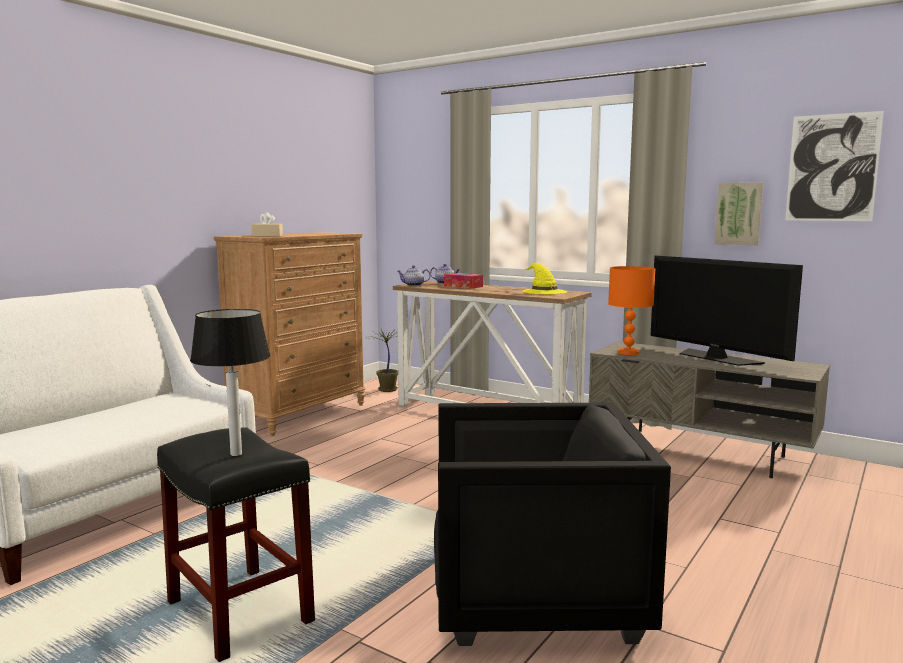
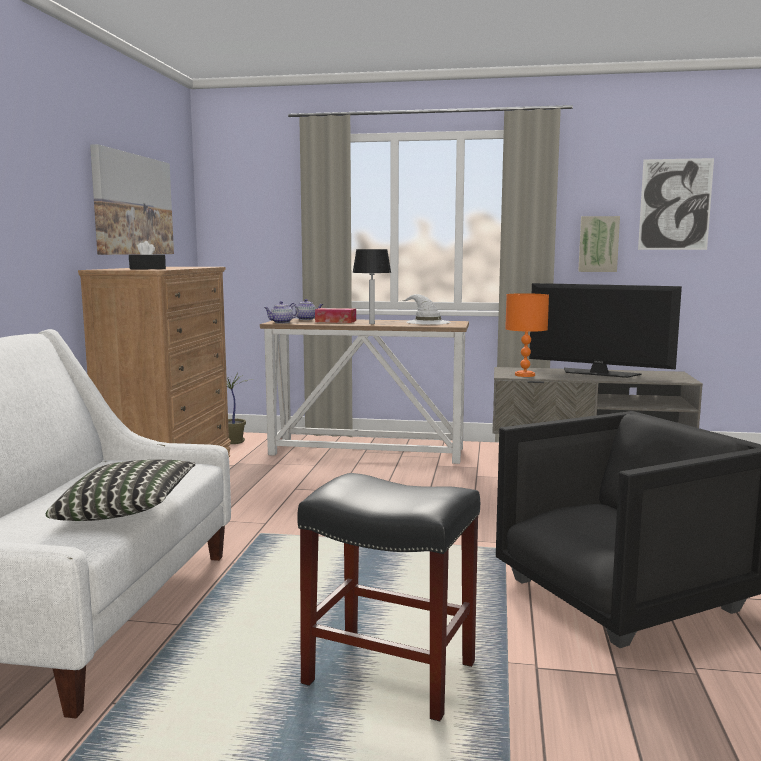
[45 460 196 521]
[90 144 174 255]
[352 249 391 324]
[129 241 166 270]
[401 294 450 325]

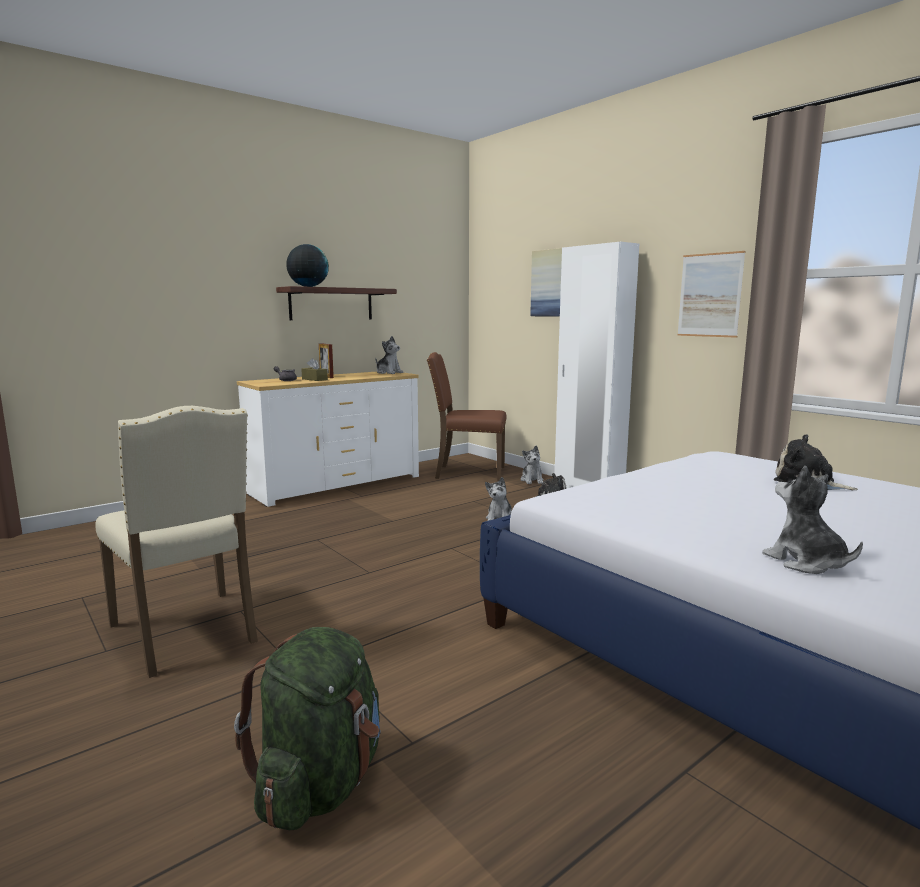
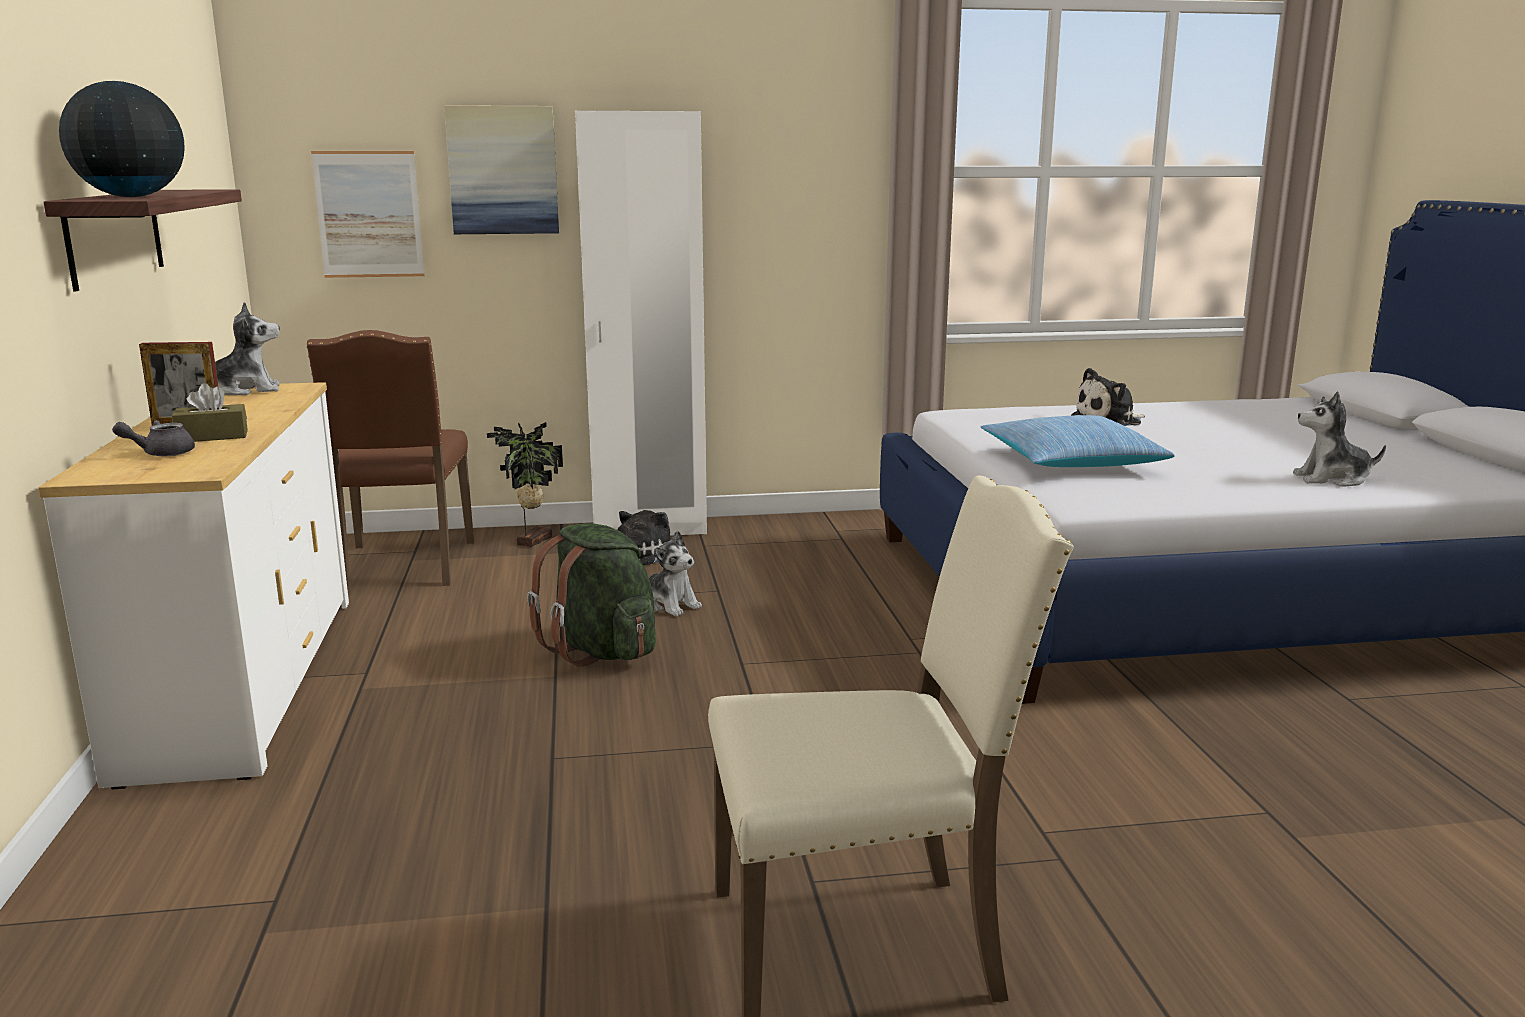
[980 415 1175 467]
[527 523 656 667]
[311 151 424 278]
[487 422 563 547]
[307 330 474 590]

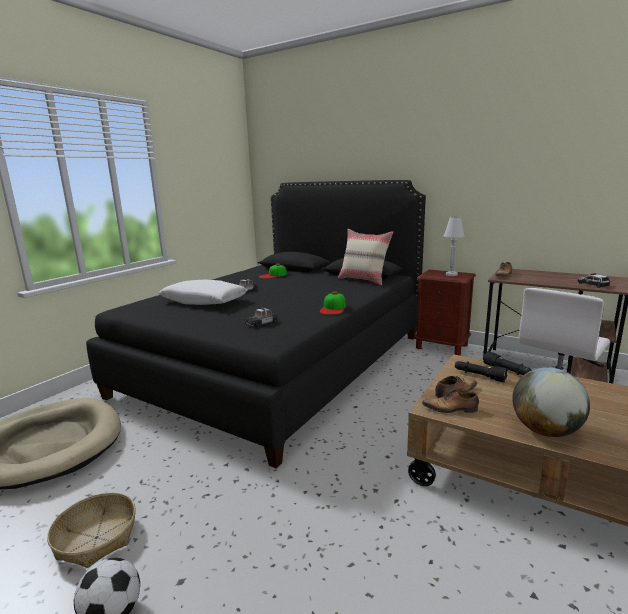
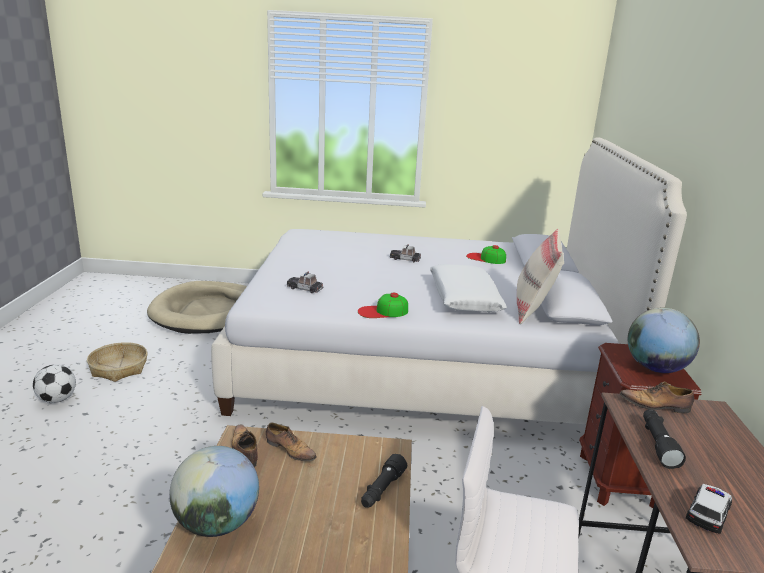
[430 264 507 312]
[643 409 686 469]
[628 308 700 373]
[211 137 687 424]

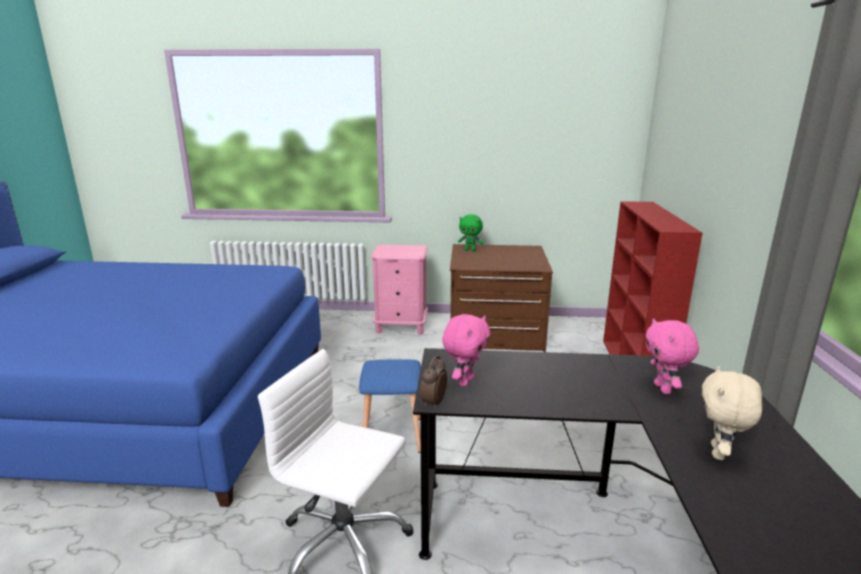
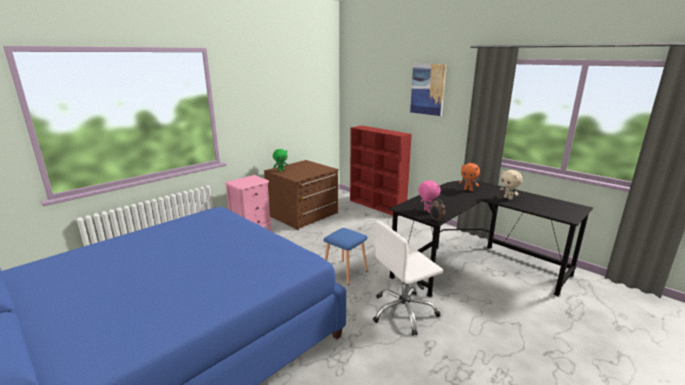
[410 64 446 116]
[459 163 480 191]

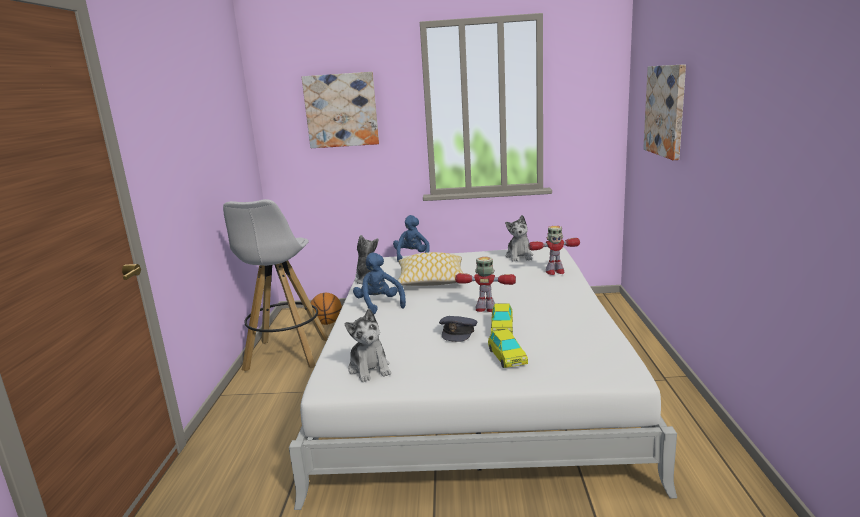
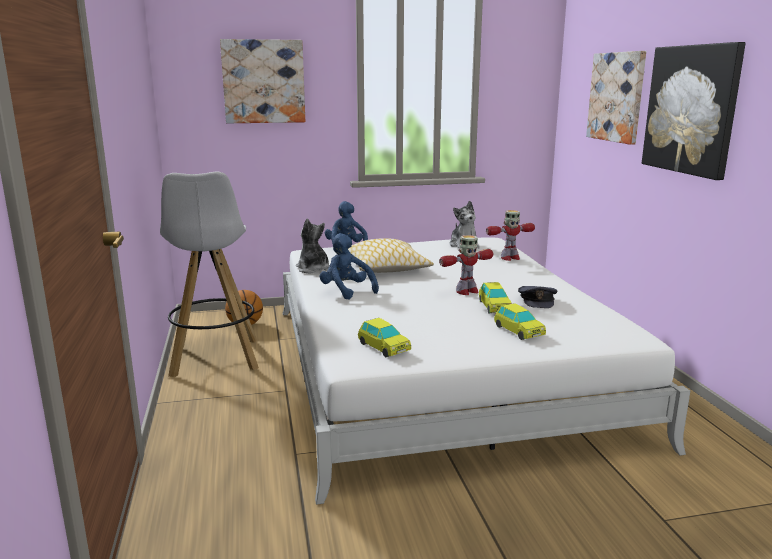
[642 42 746 180]
[518 286 557 308]
[358 318 411 357]
[439 235 493 295]

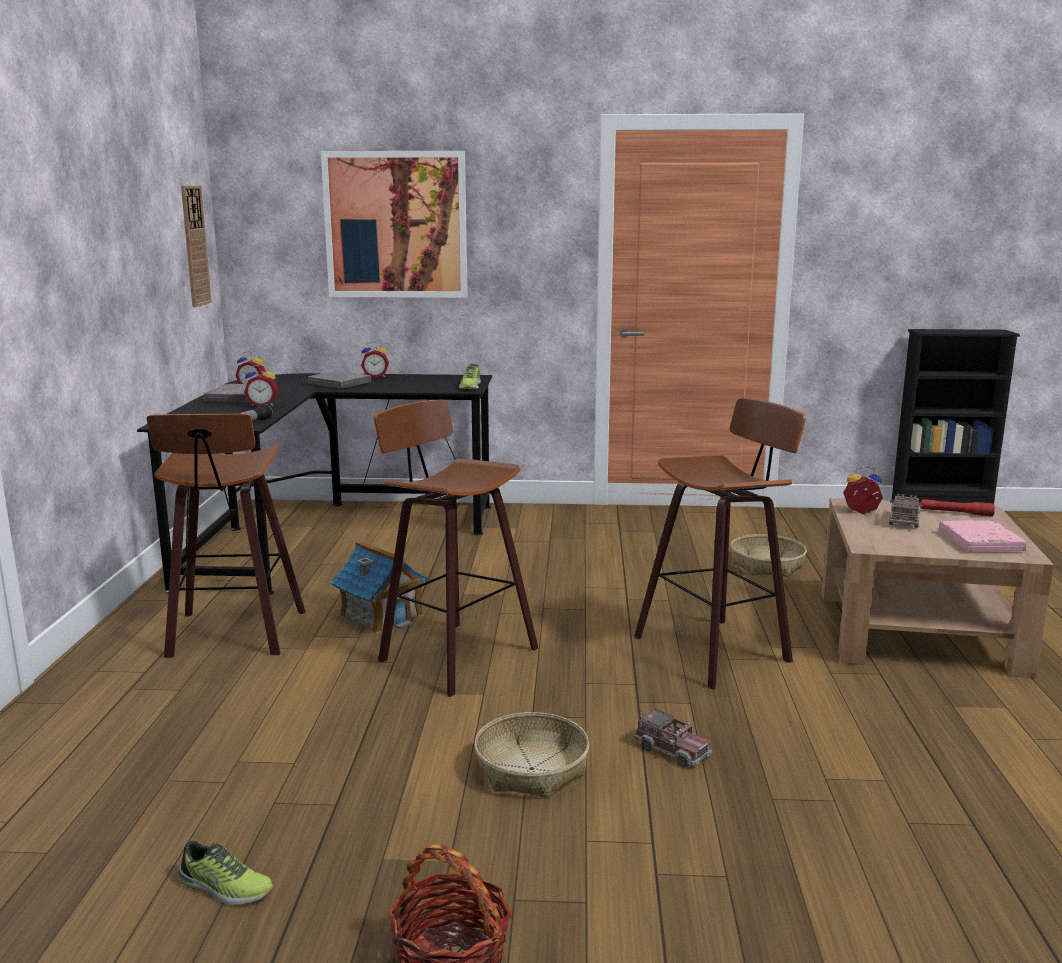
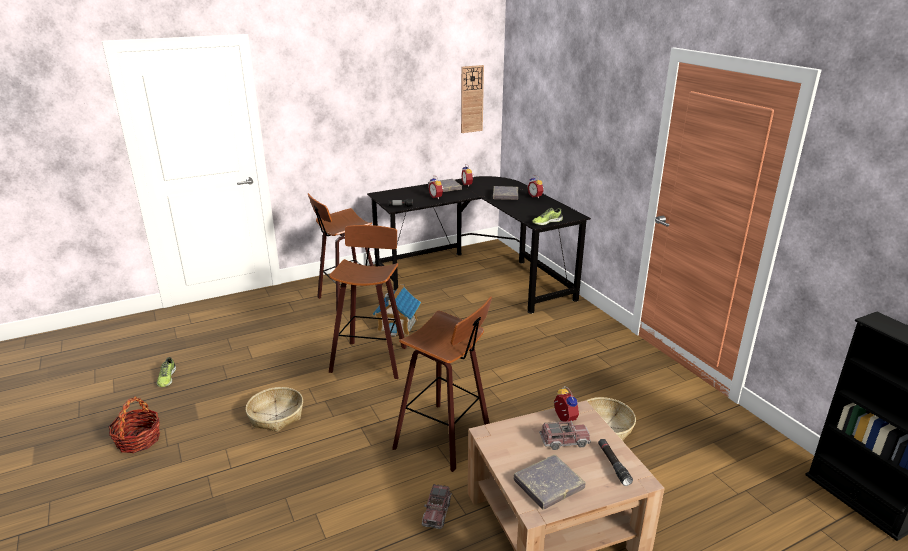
[321 151 468 298] (first image)
[422 484 452 529]
[598 439 633 486]
[513 454 586 509]

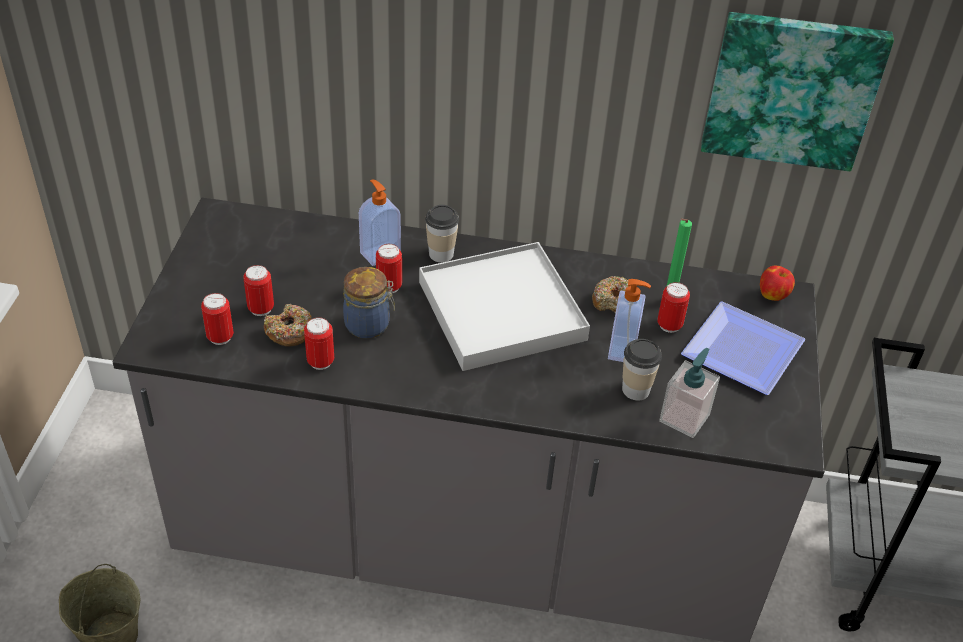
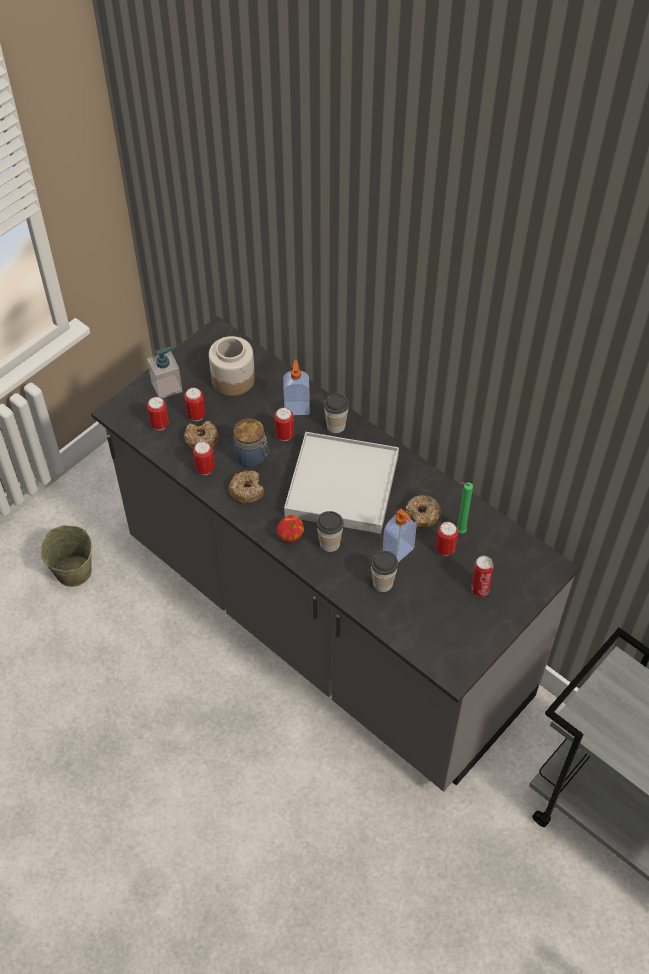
[701 12 894 171] (first image)
[209 336 255 396]
[229 471 264 504]
[316 511 344 552]
[147 346 182 398]
[277 515 304 543]
[471 556 494 597]

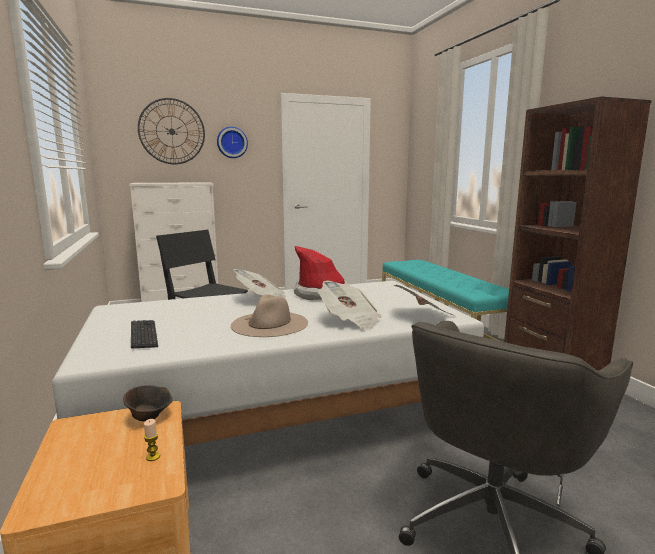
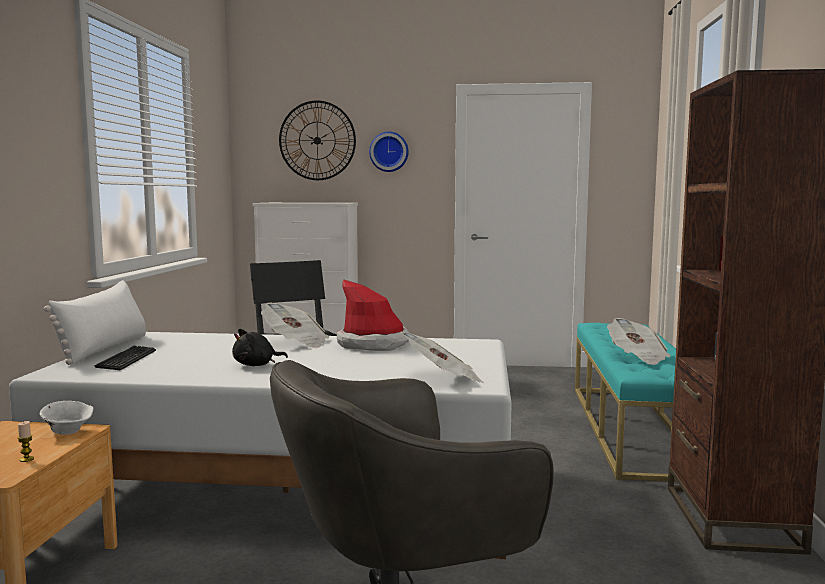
[44 280 146 365]
[607 318 671 365]
[232 329 288 366]
[40 401 94 435]

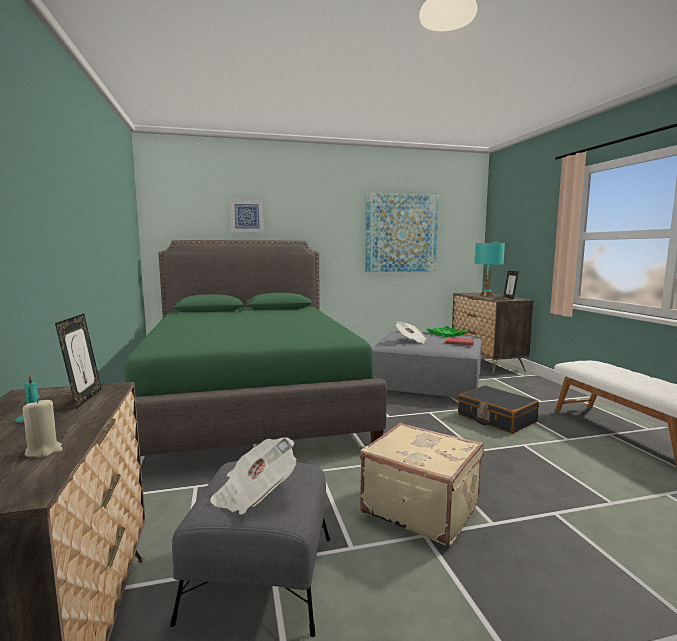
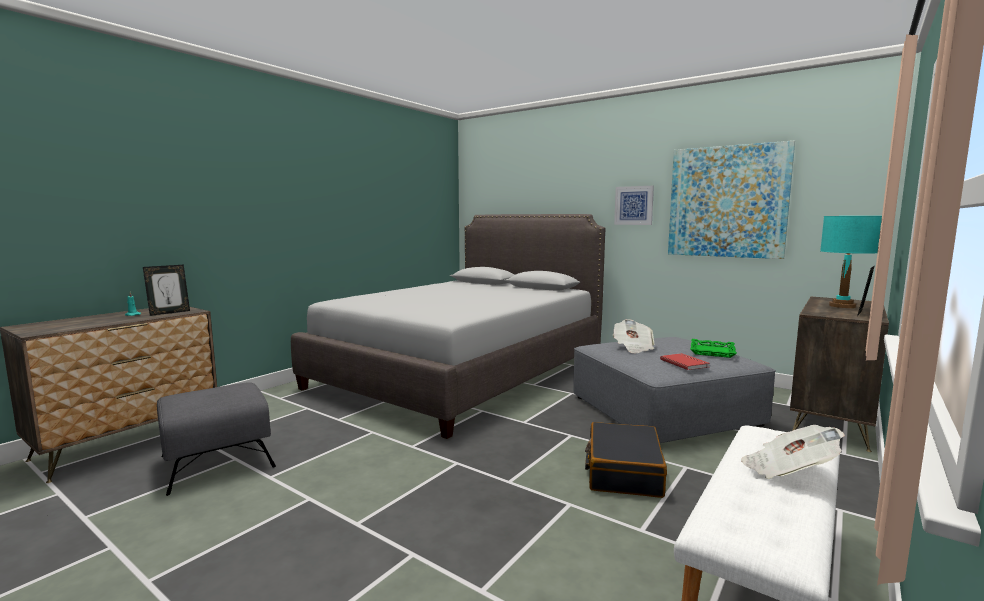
[23 398 63 458] (first image)
[360 423 484 547] (first image)
[741 425 845 479]
[614 186 654 225]
[291 214 605 439]

